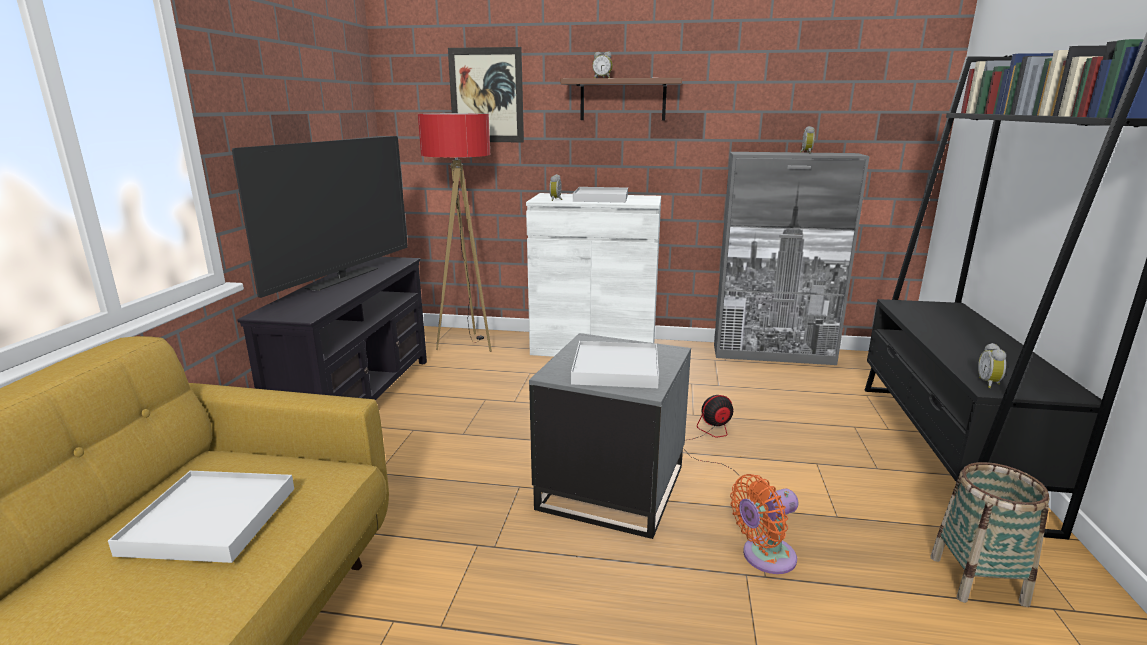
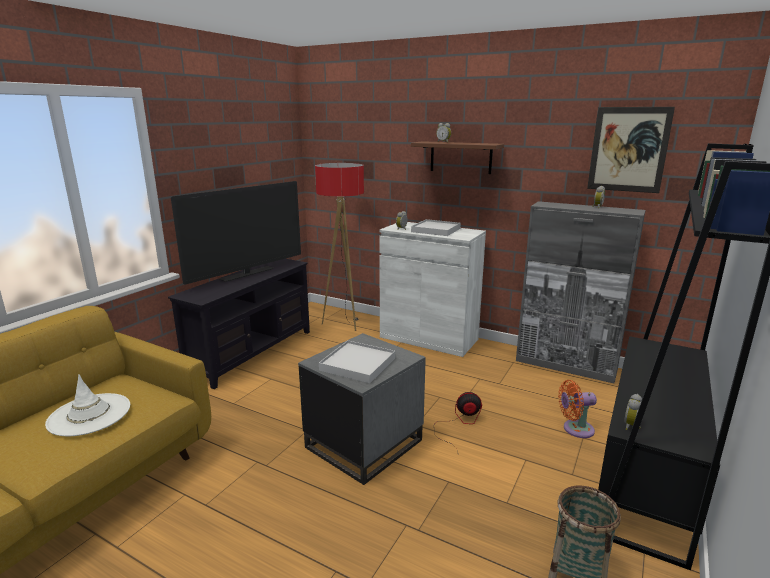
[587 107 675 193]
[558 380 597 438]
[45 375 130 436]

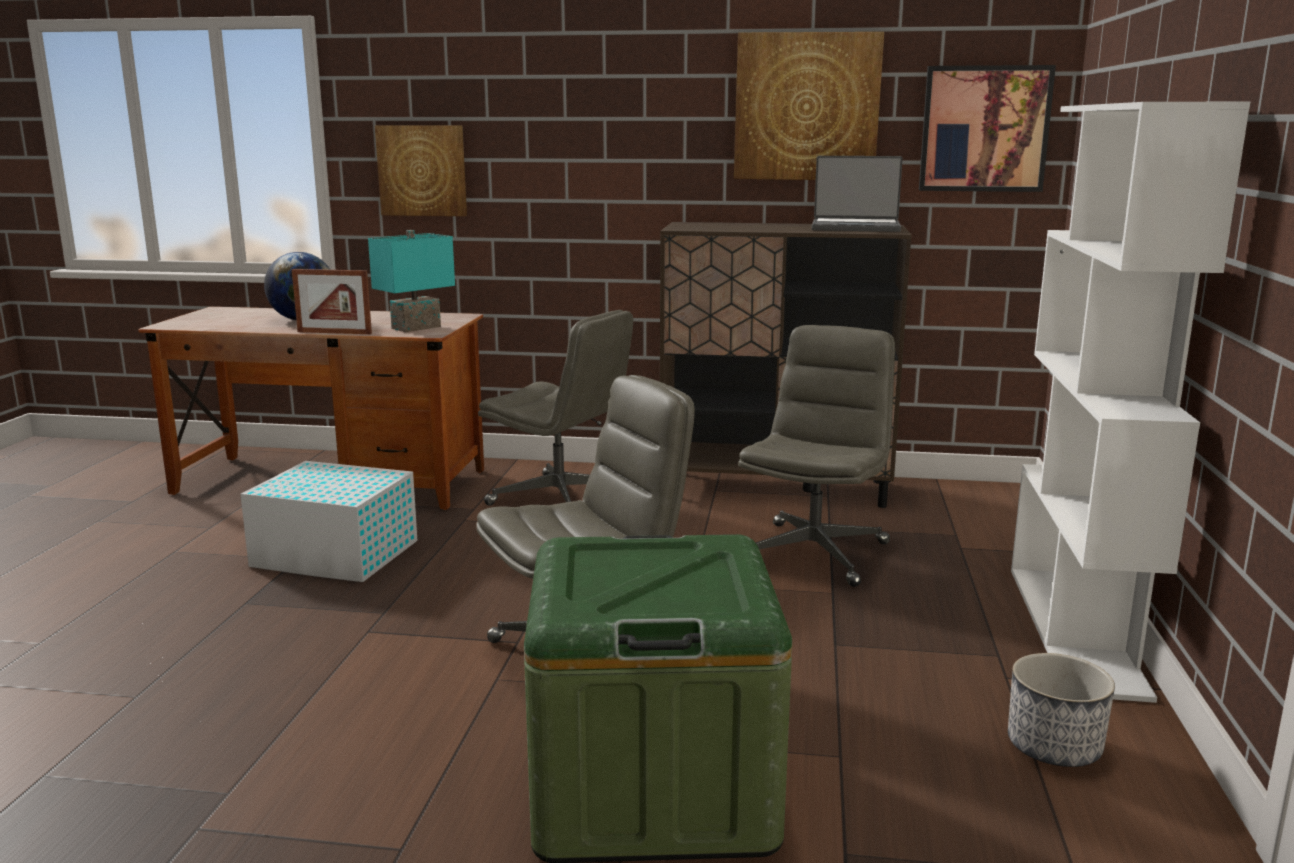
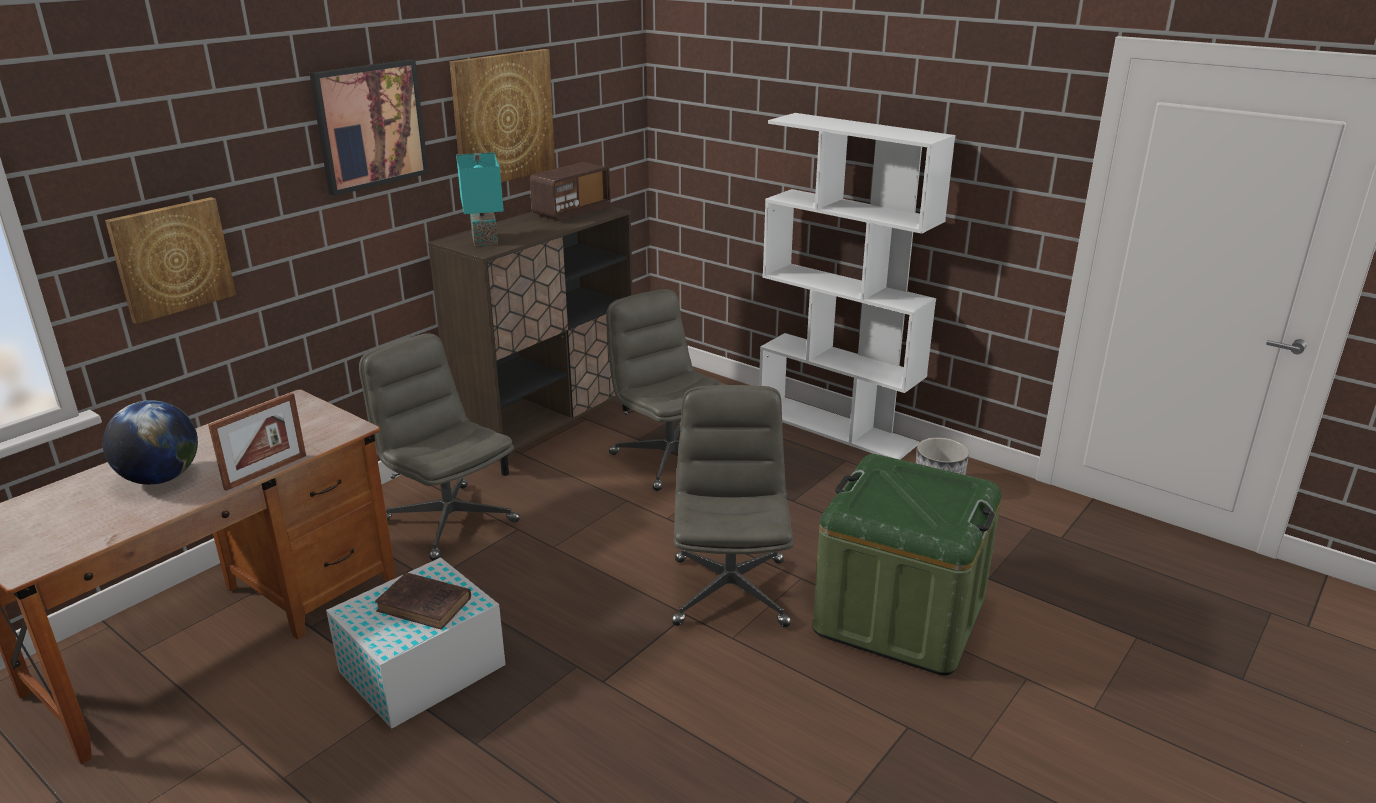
[375 572 471 630]
[456 152 504 246]
[309 59 429 196]
[530 162 611 221]
[359 333 520 561]

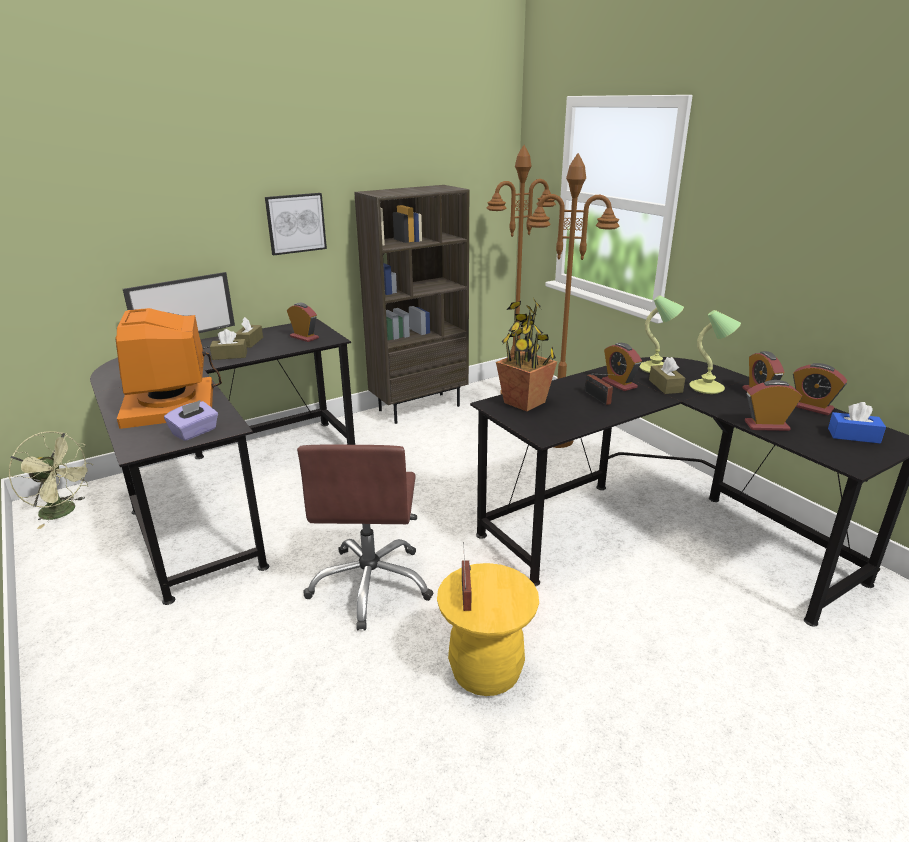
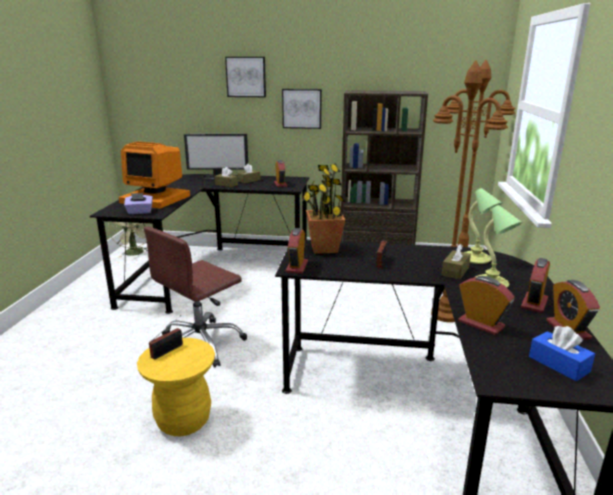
[225 57 266 97]
[285 228 308 274]
[119 141 190 209]

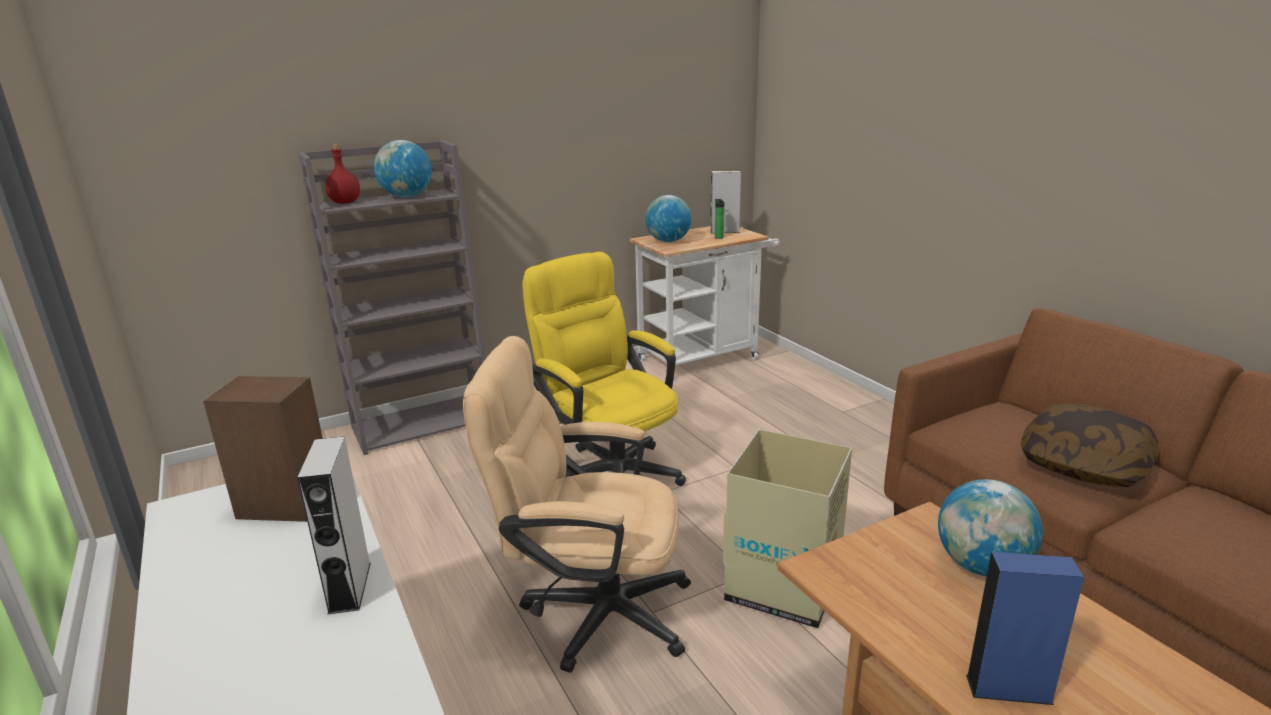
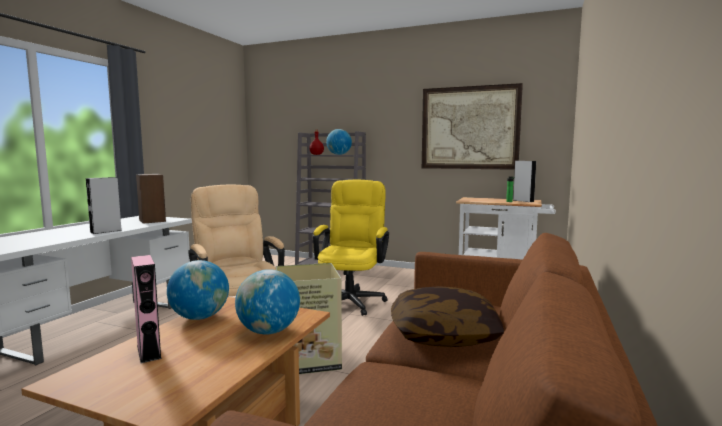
[422 83 523 170]
[167 260 229 320]
[131 255 162 363]

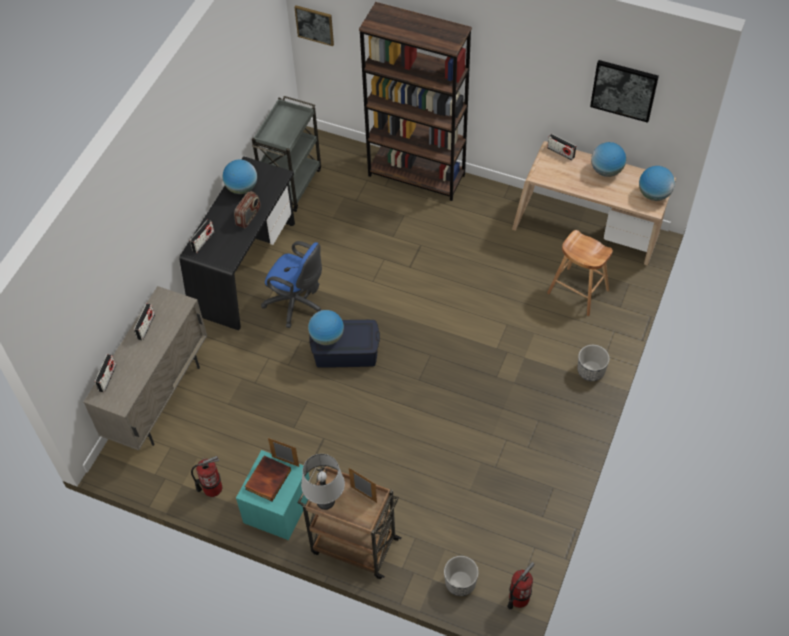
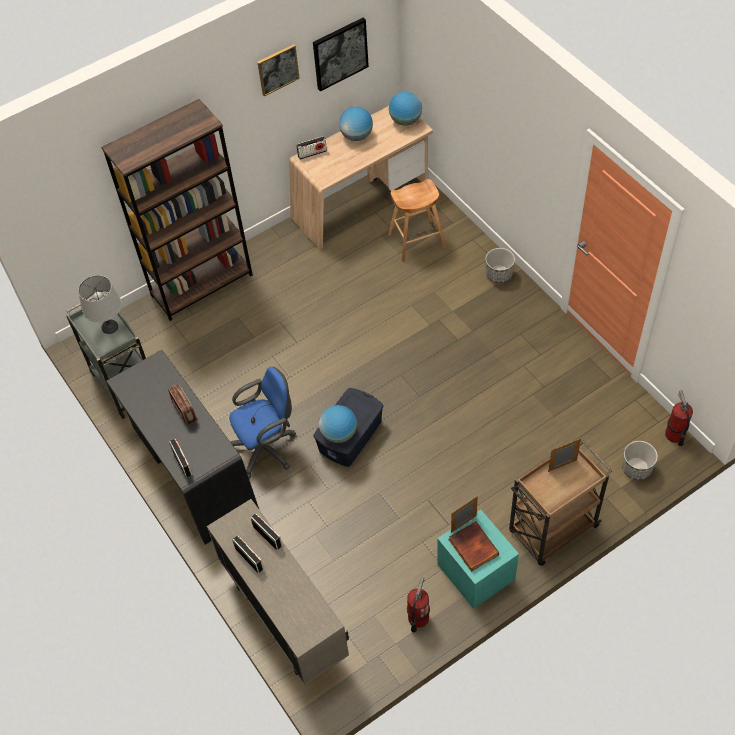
[223 159 257 194] (first image)
[251 513 282 550]
[257 44 300 97]
[78 275 122 334]

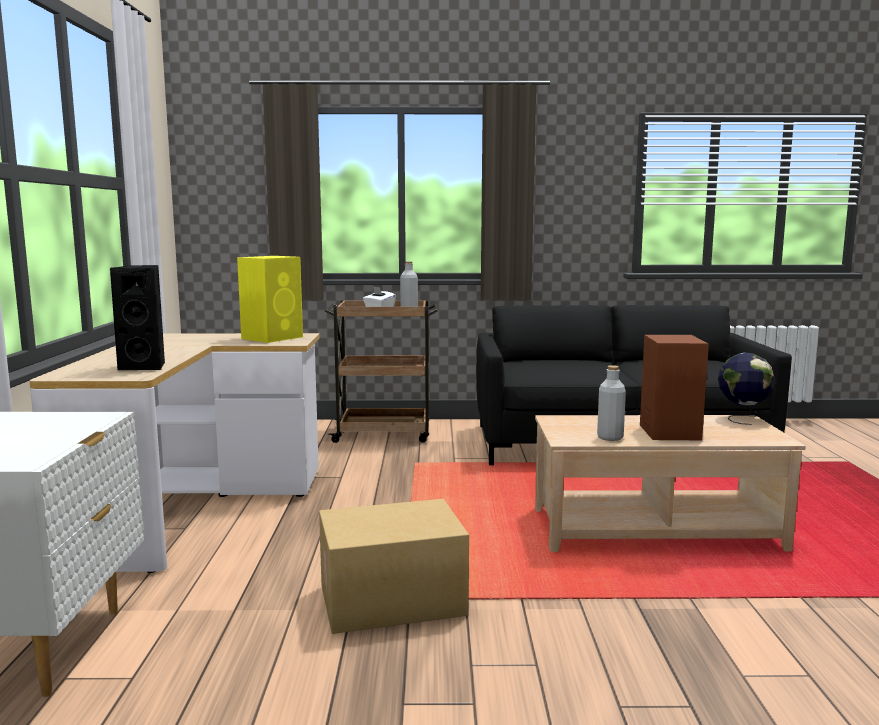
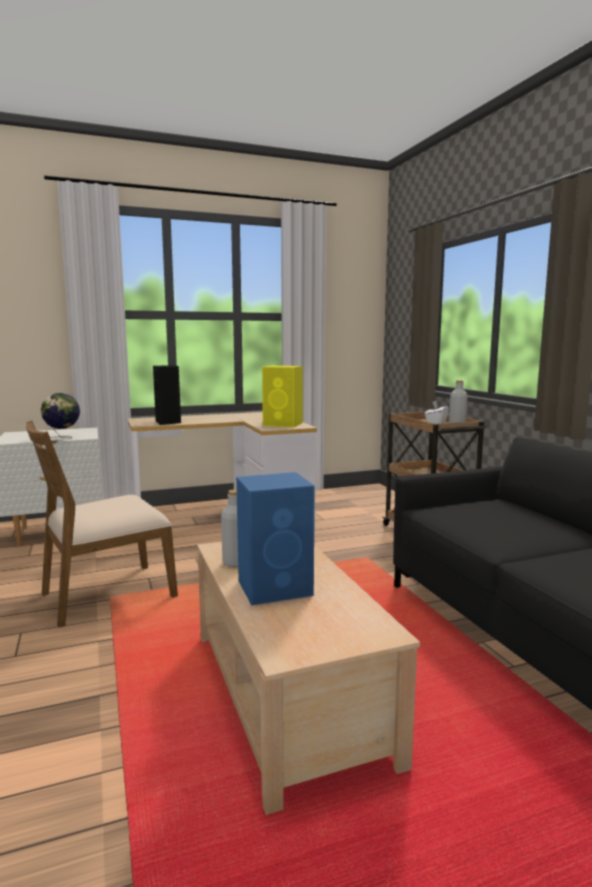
[41 393 80 439]
[26 420 178 628]
[236 472 315 606]

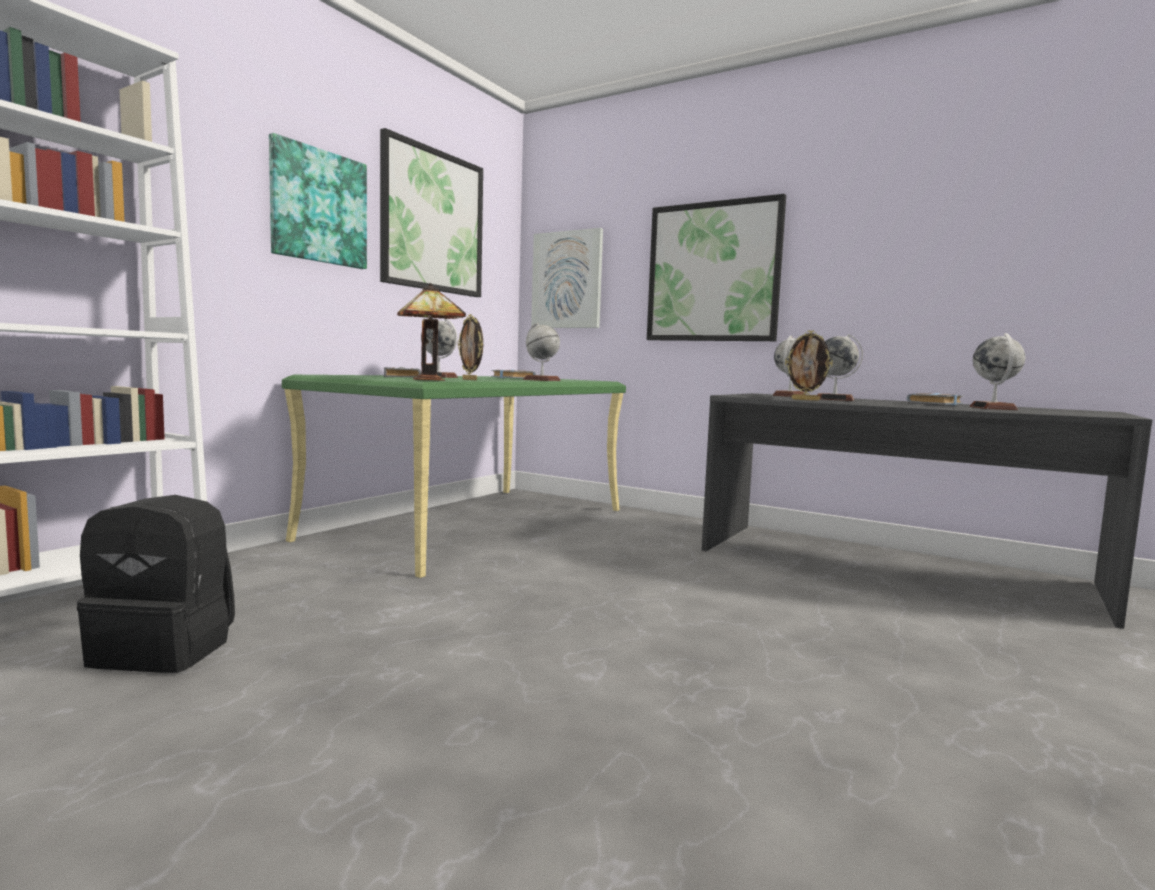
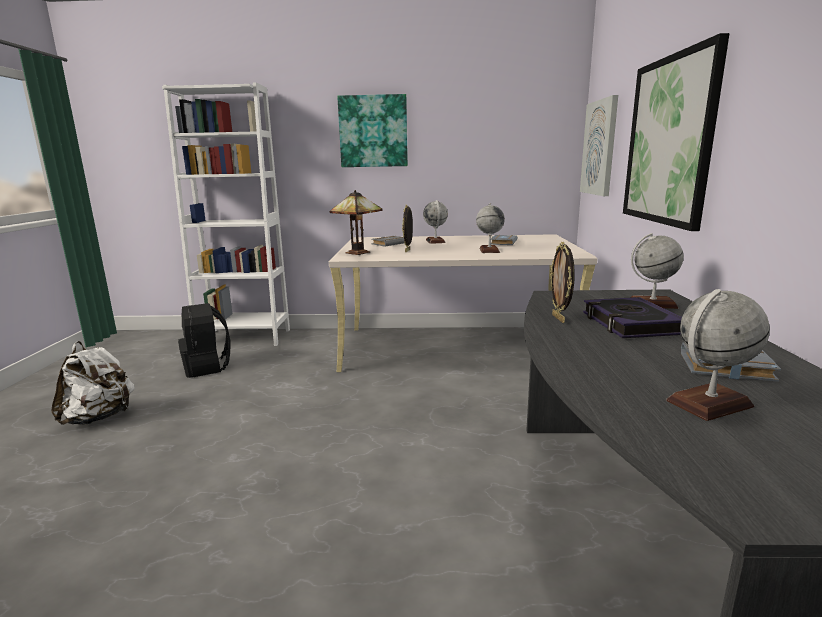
[380 128 483 297] (first image)
[51 341 135 425]
[583 297 682 338]
[329 234 598 372]

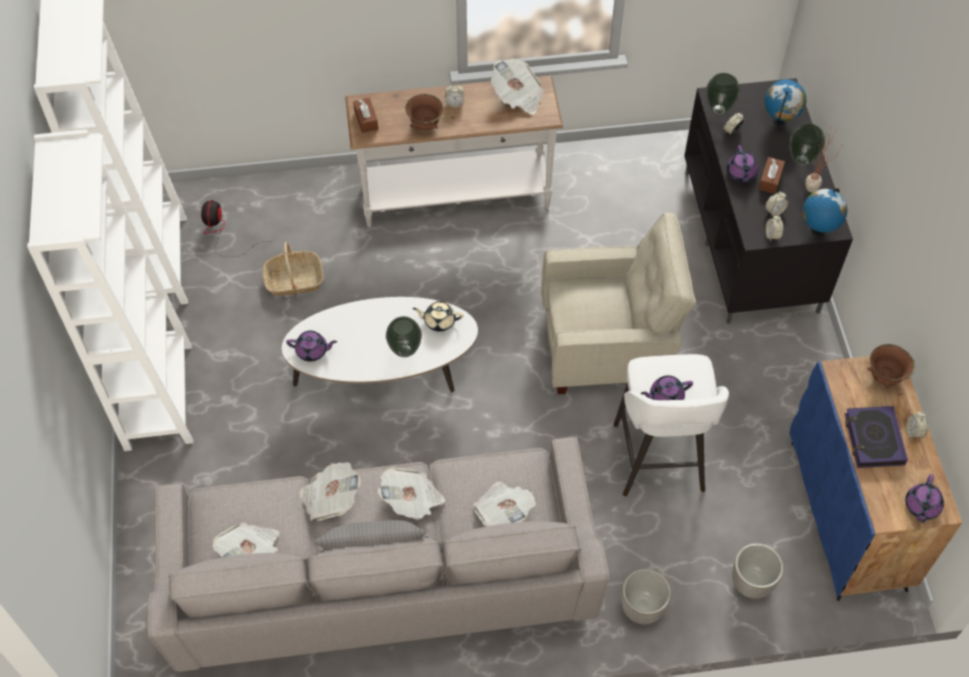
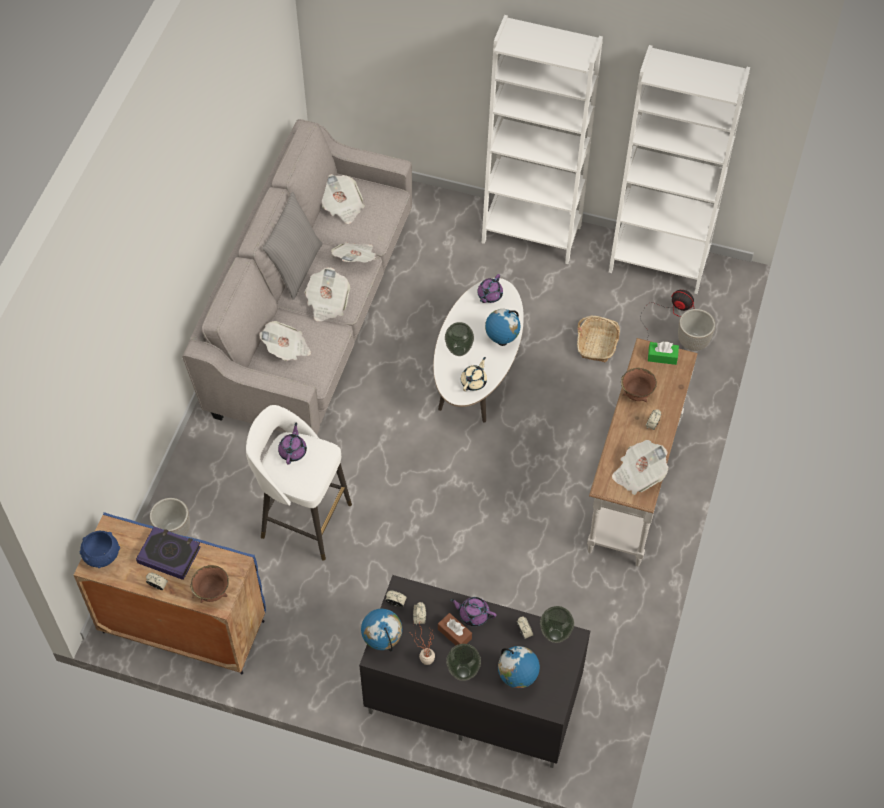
[541 213 696 394] (first image)
[485 309 520 346]
[678 309 715 351]
[80 531 120 568]
[648 342 679 365]

